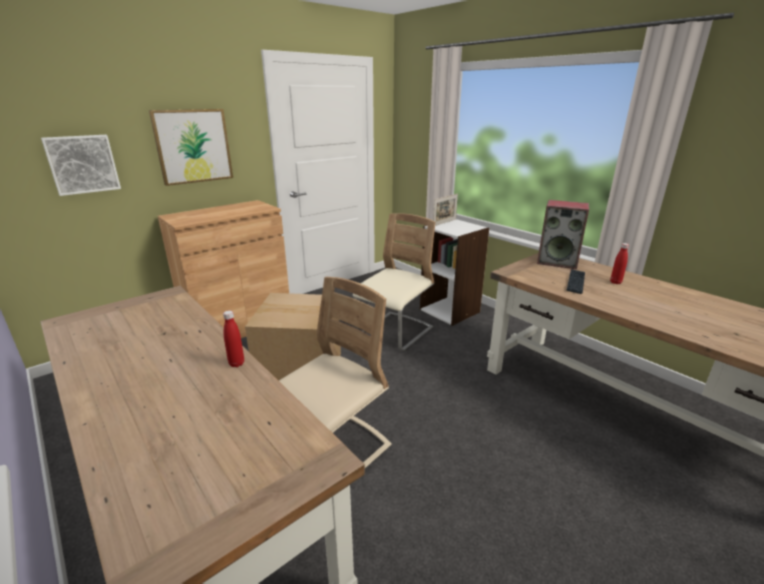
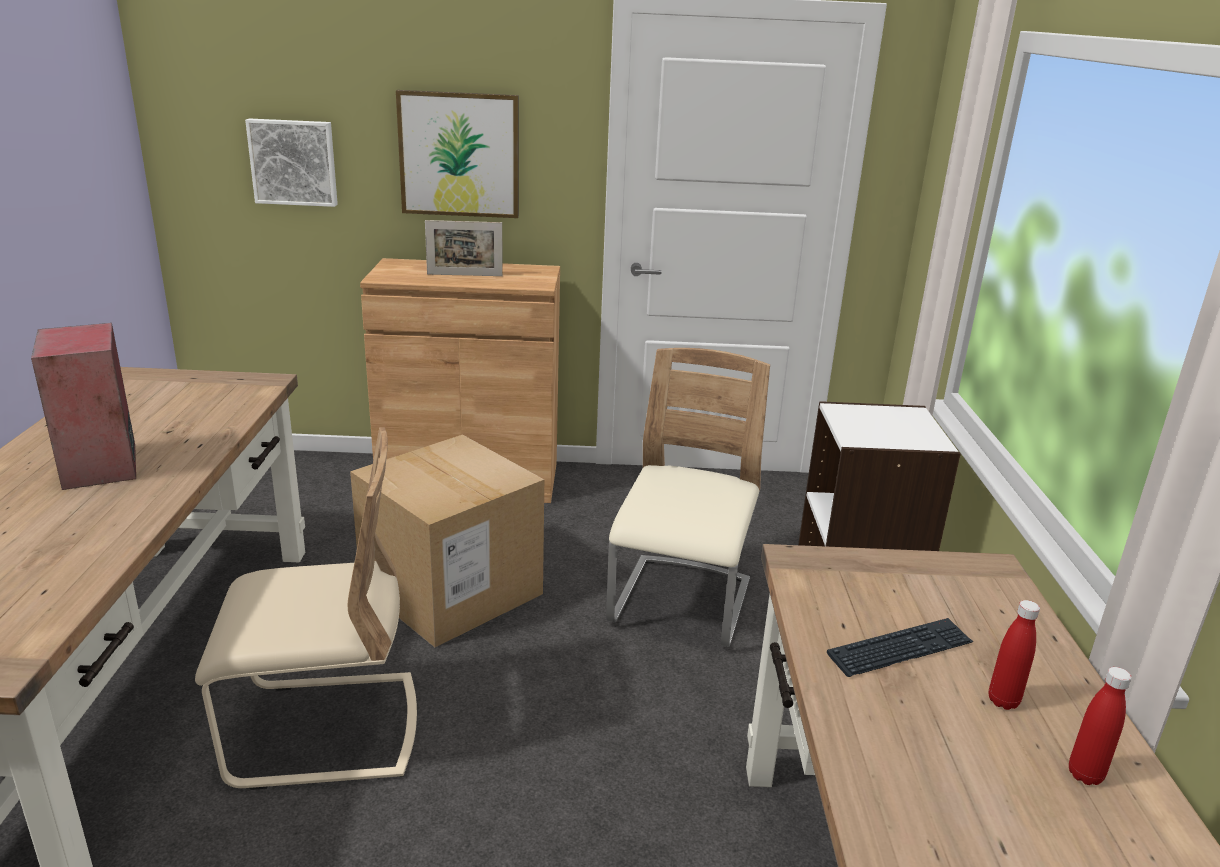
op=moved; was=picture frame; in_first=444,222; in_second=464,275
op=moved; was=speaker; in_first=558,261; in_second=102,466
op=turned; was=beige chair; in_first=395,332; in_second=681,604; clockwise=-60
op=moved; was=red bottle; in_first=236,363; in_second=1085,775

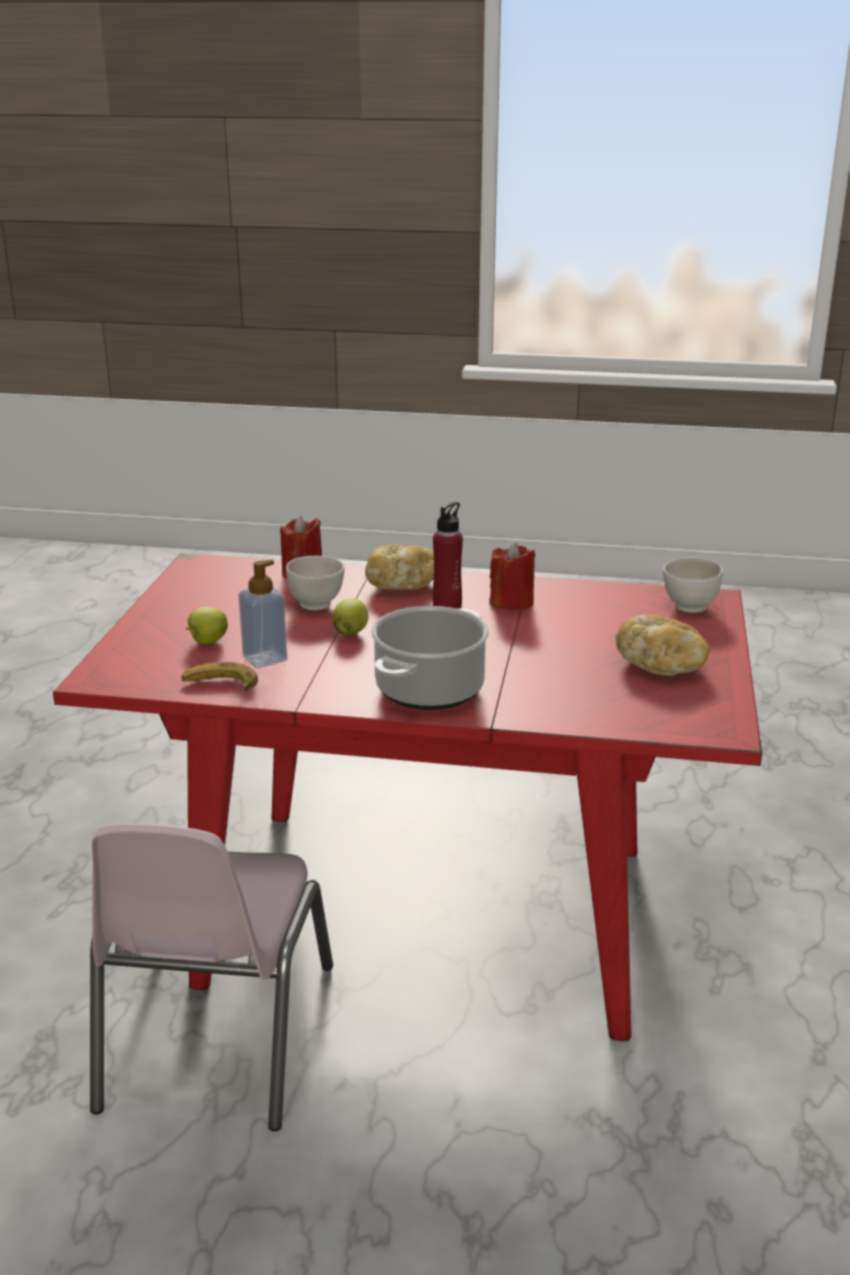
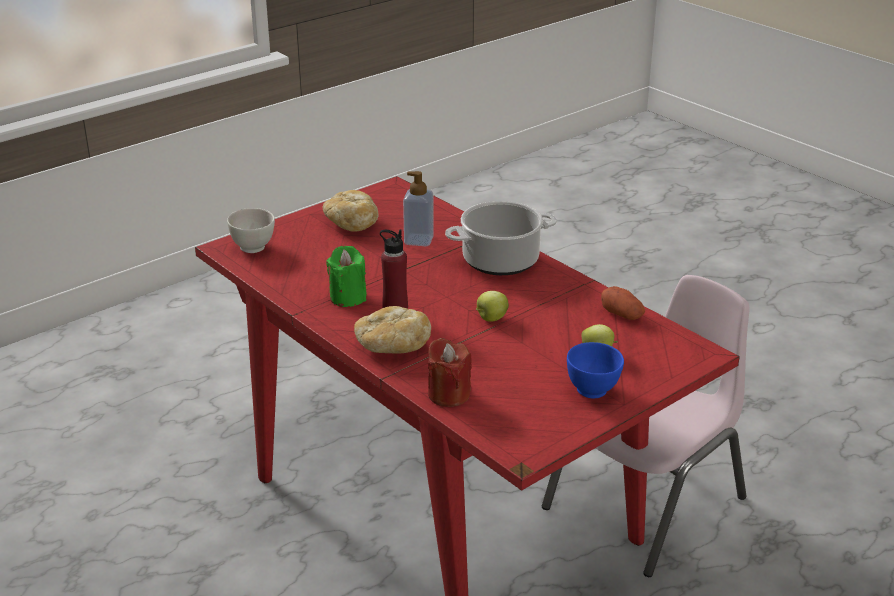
op=recoloured; was=red candle; now=green candle; in_first=512,602; in_second=348,297
op=removed; was=white bowl; in_first=316,604
op=moved; was=soap dispenser; in_first=265,658; in_second=418,240
op=replaced; was=banana; now=potato; in_first=220,684; in_second=622,314
op=added; now=blue bowl; in_second=593,391

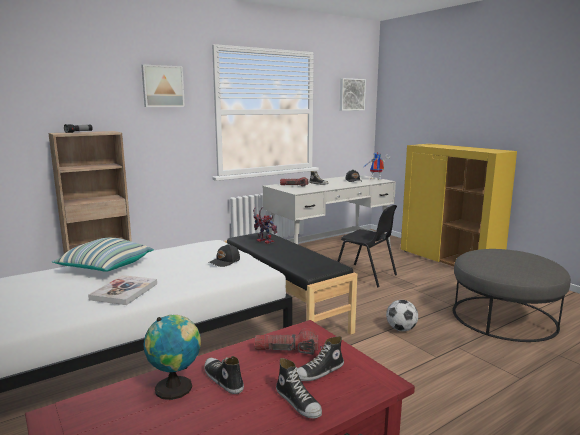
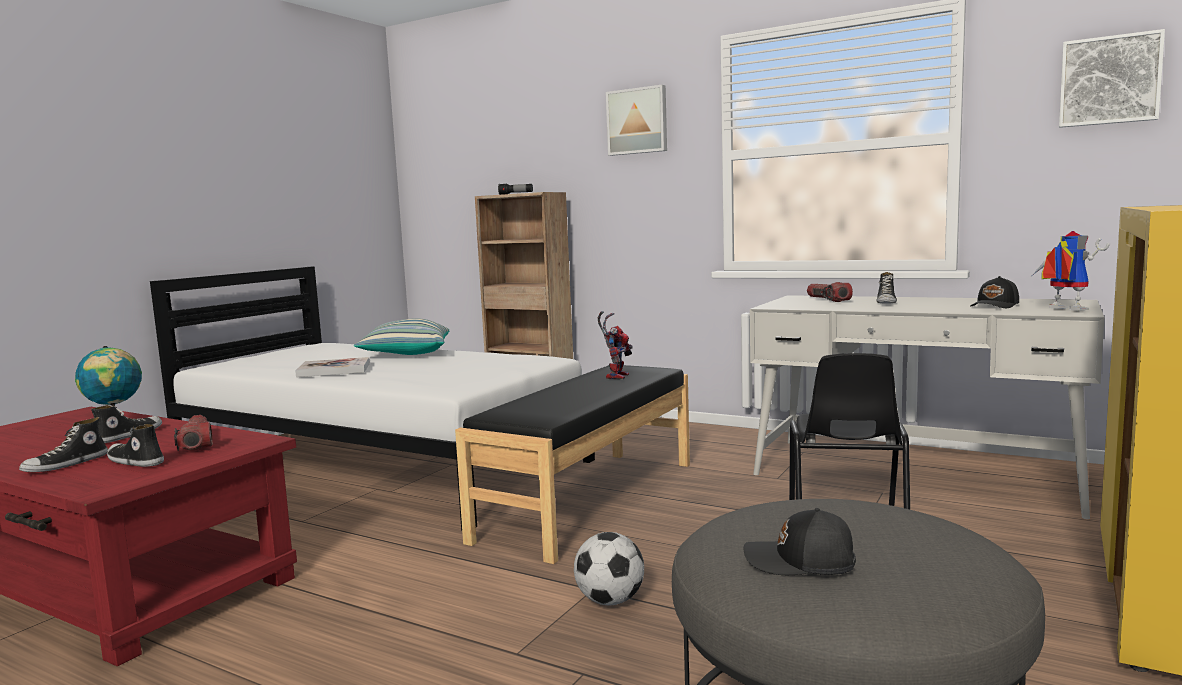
op=moved; was=black cap; in_first=225,262; in_second=800,562

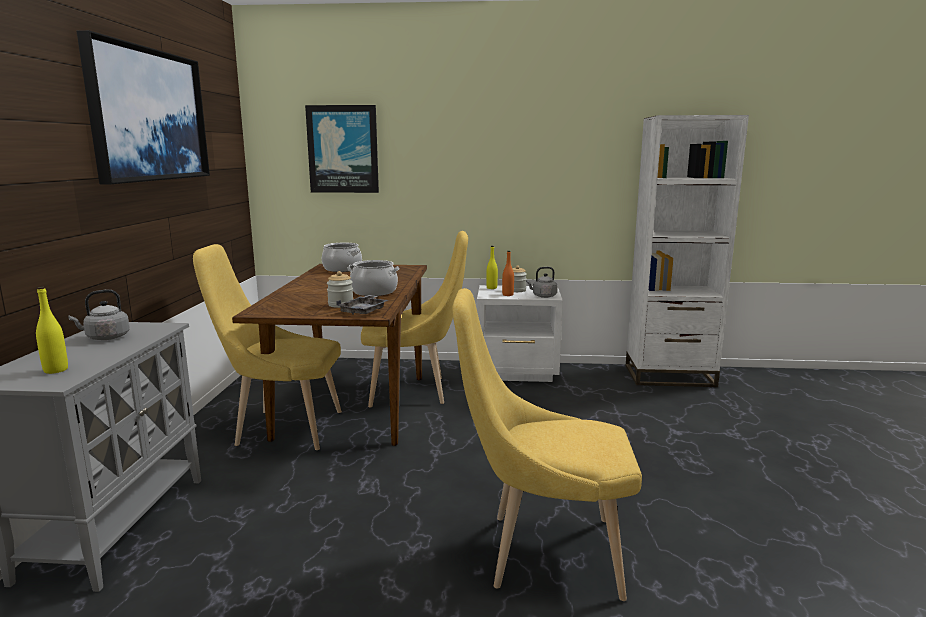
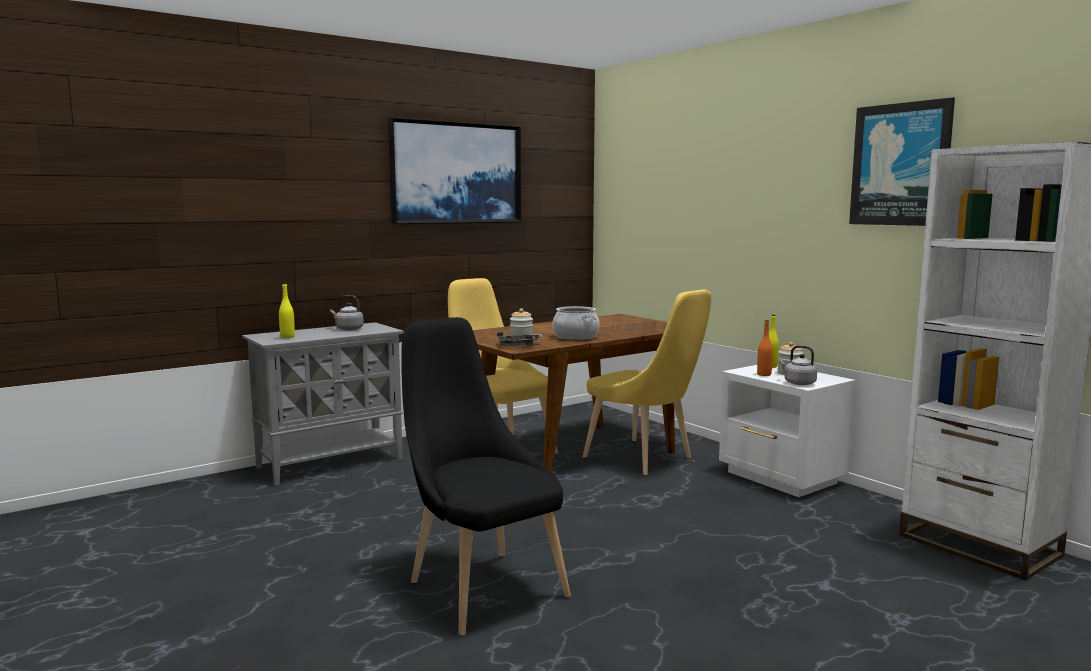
op=moved; was=picture; in_first=343,149; in_second=900,164
op=removed; was=cooking pot; in_first=342,269
op=recoloured; was=yellow chair; now=black chair; in_first=543,553; in_second=480,585

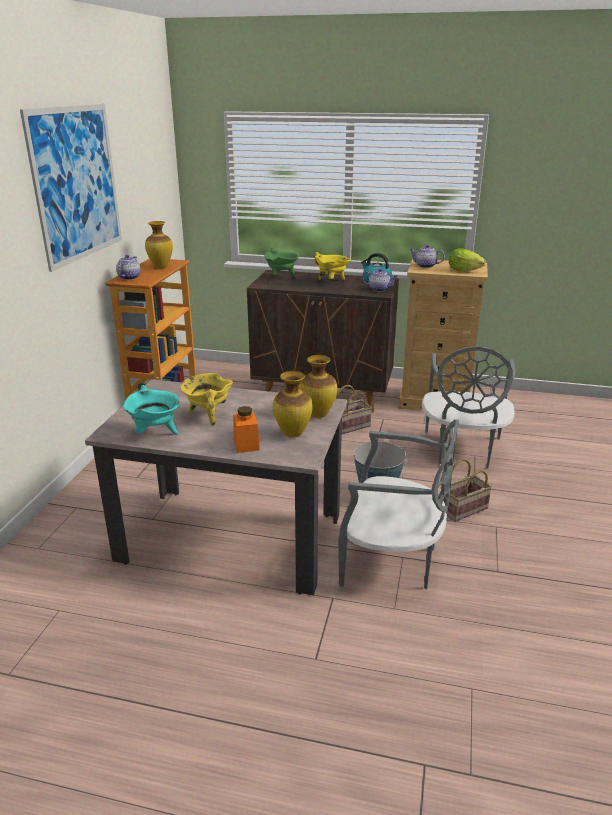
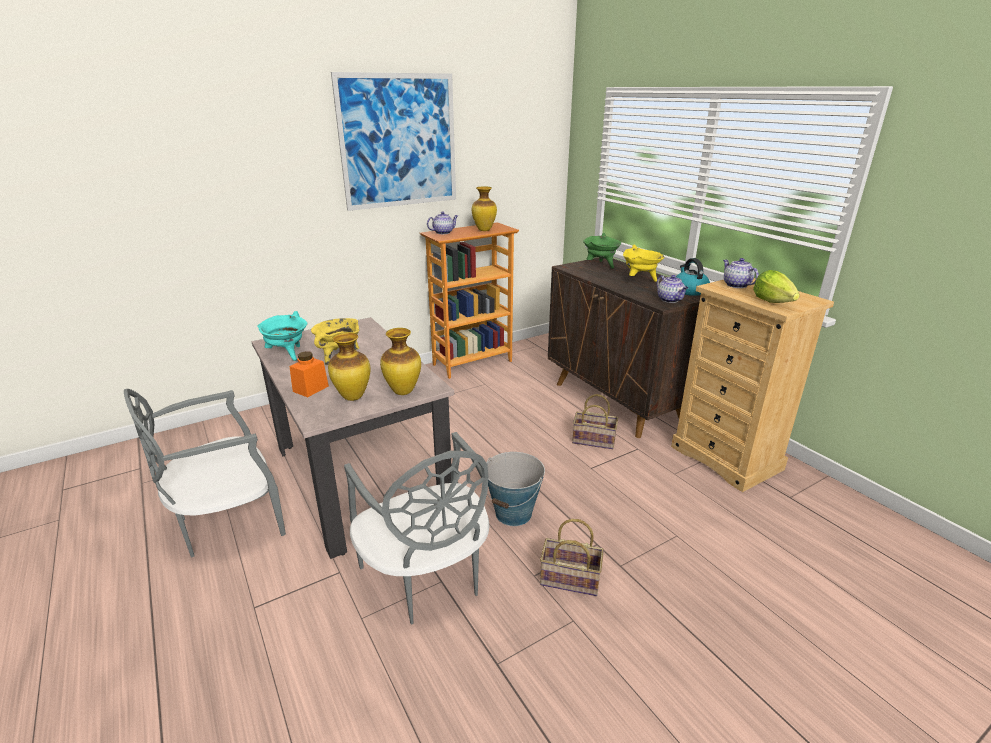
op=moved; was=grey chair; in_first=462,450; in_second=228,522

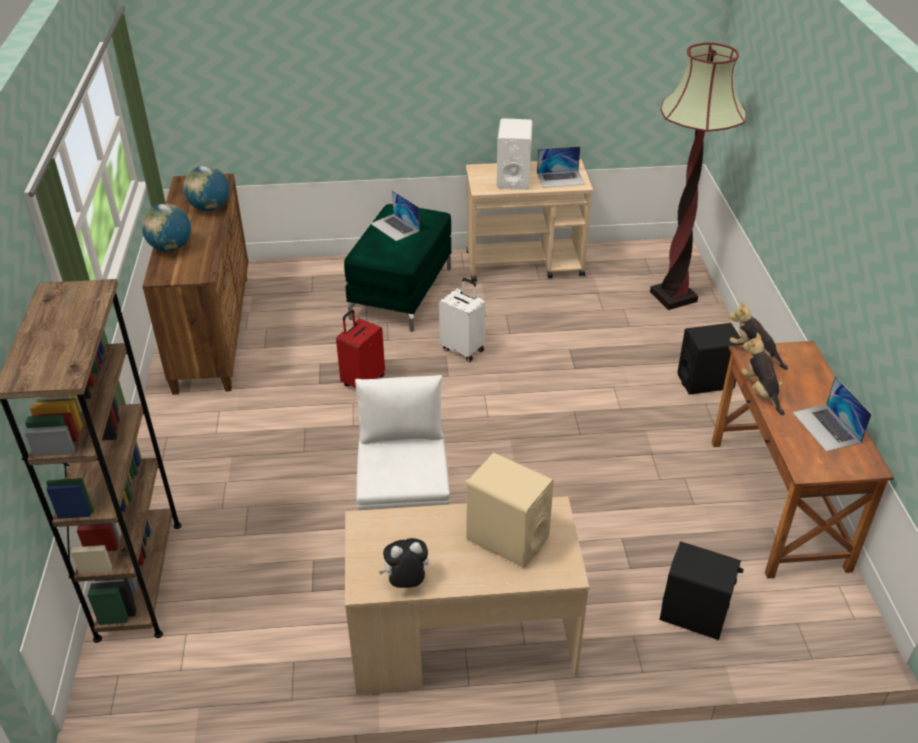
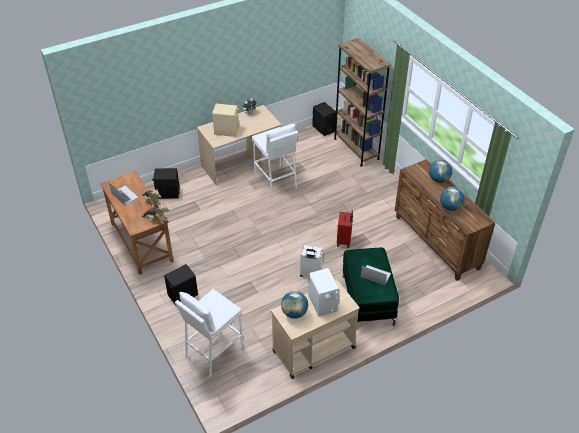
op=replaced; was=floor lamp; now=white stool; in_first=673,297; in_second=214,352
op=replaced; was=laptop; now=globe; in_first=560,179; in_second=294,313
op=added; now=black speaker; in_second=323,128

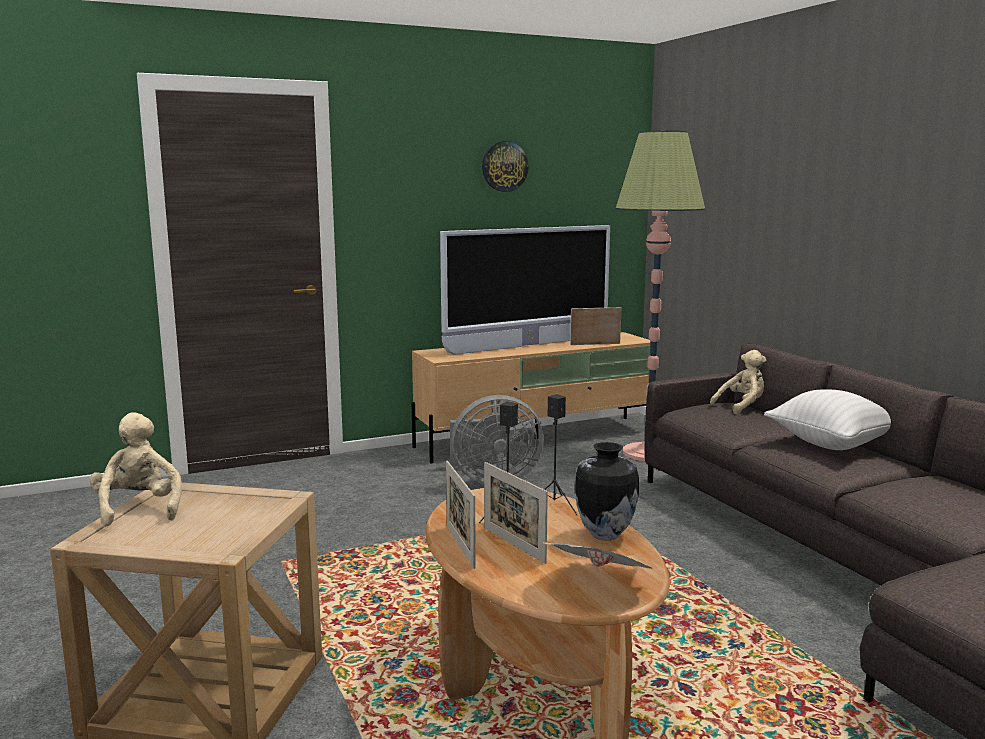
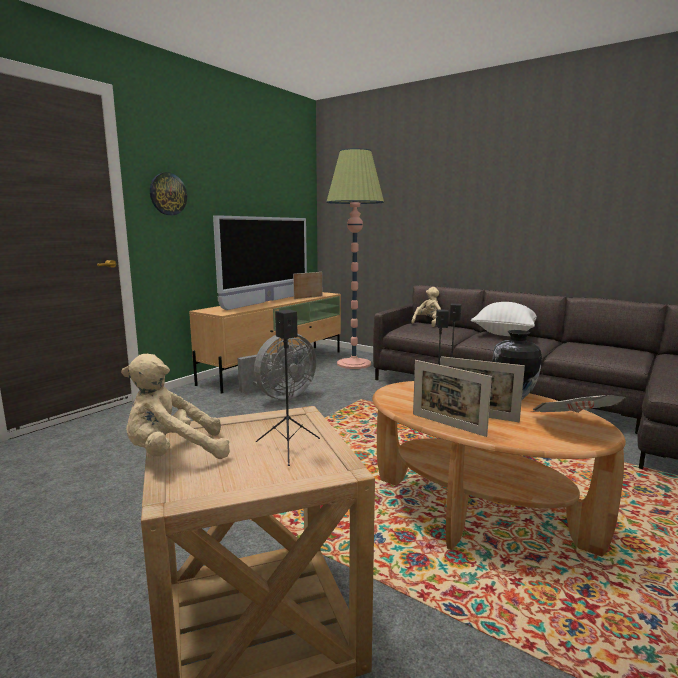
op=moved; was=wall clock; in_first=504,166; in_second=168,194
op=turned; was=beige plush toy; in_first=139,509; in_second=174,455; clockwise=-60
op=added; now=black speaker; in_second=288,448

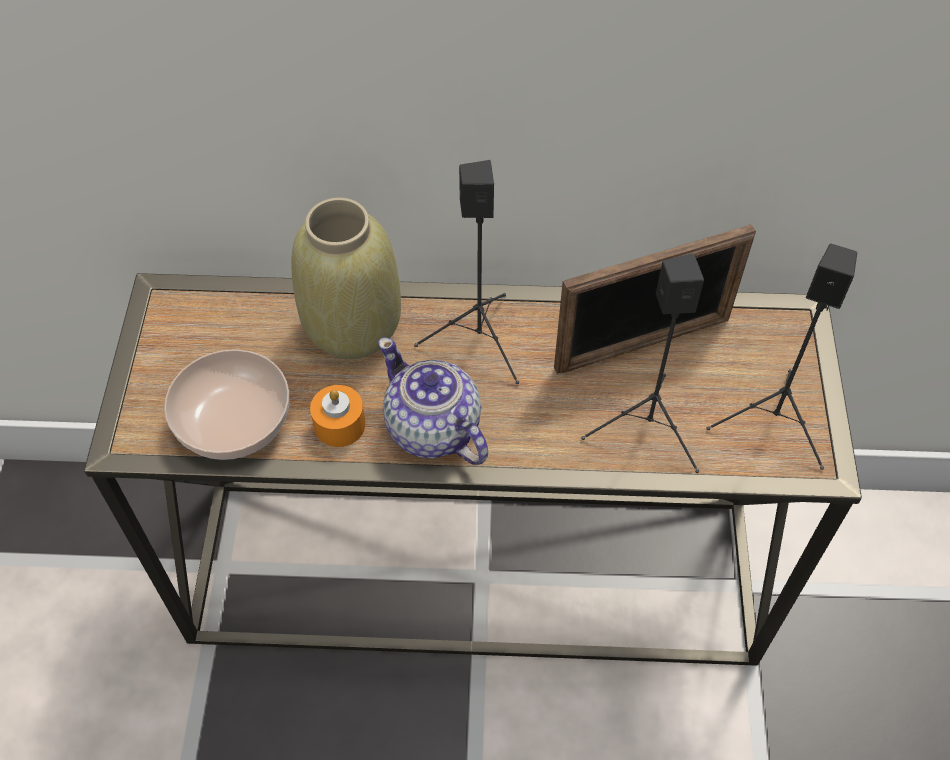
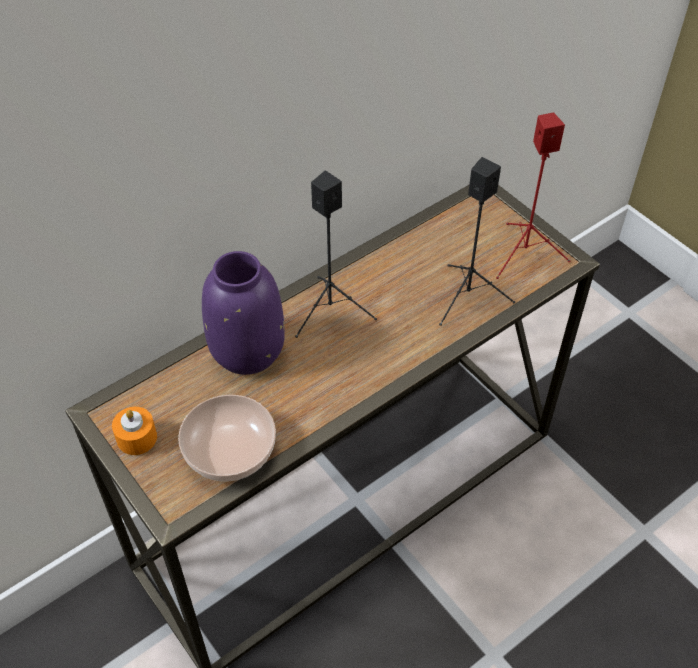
op=recoloured; was=beige vase; now=purple vase; in_first=351,326; in_second=246,350
op=removed; was=picture frame; in_first=643,344
op=recoloured; was=black speaker; now=red speaker; in_first=774,422; in_second=525,253
op=removed; was=teapot; in_first=433,429
op=moved; was=orange candle; in_first=339,425; in_second=137,438

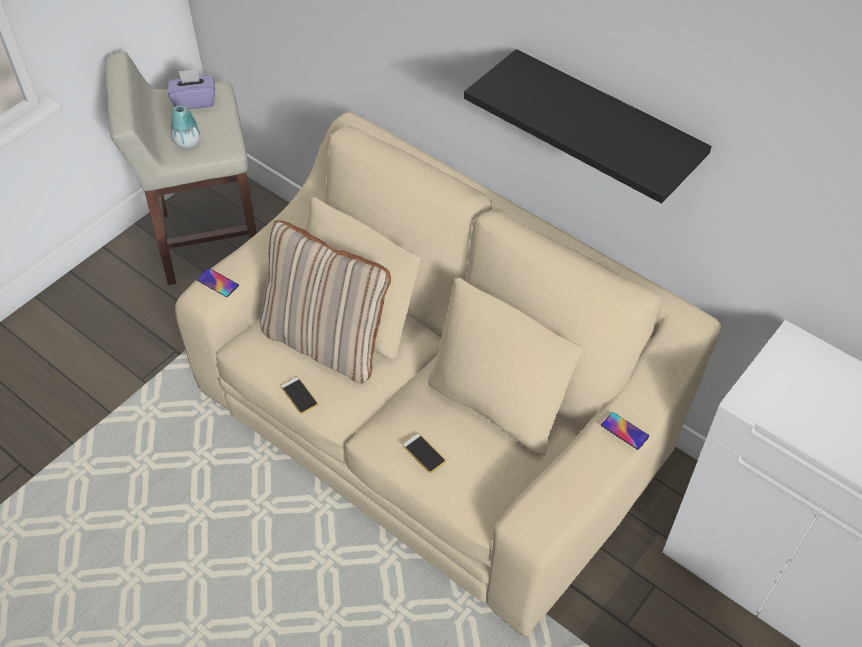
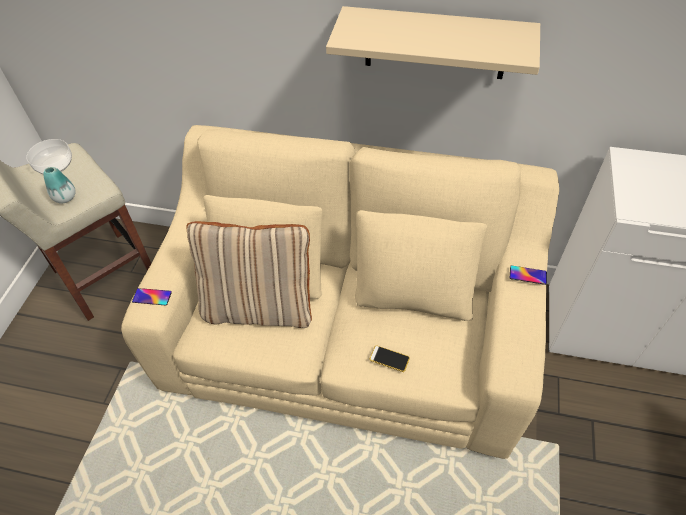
op=recoloured; was=black shelf; now=beige shelf; in_first=604,124; in_second=435,43
op=replaced; was=purple tissue box; now=bowl; in_first=194,101; in_second=54,165
op=removed; was=phone; in_first=299,395

